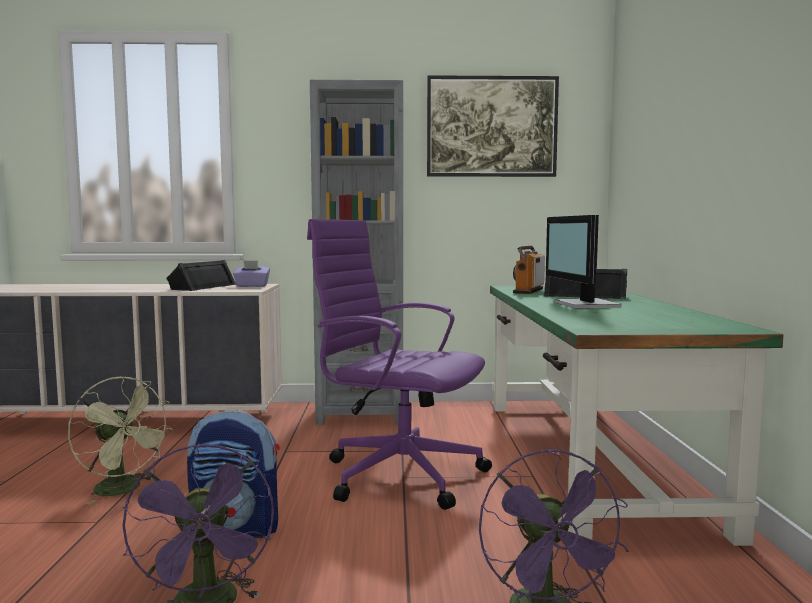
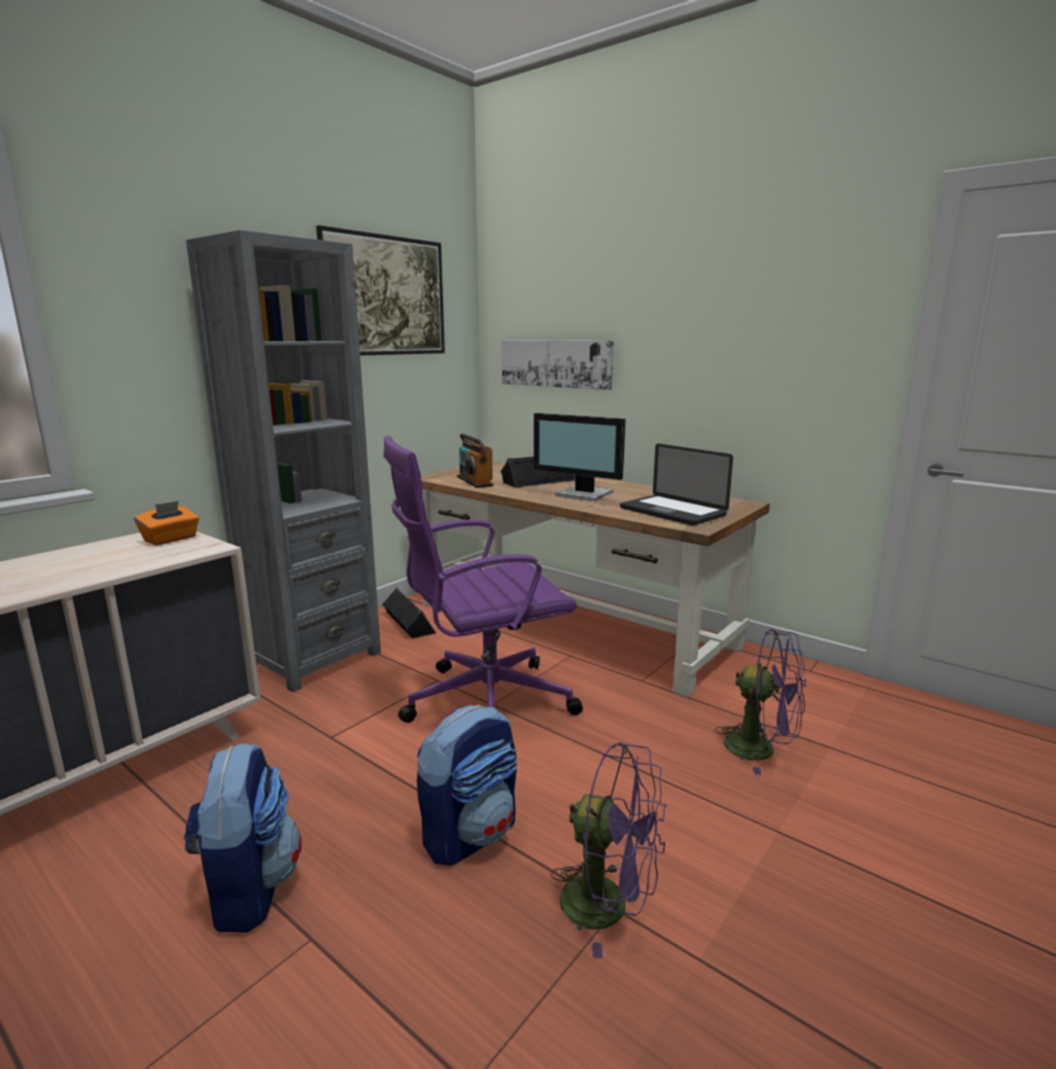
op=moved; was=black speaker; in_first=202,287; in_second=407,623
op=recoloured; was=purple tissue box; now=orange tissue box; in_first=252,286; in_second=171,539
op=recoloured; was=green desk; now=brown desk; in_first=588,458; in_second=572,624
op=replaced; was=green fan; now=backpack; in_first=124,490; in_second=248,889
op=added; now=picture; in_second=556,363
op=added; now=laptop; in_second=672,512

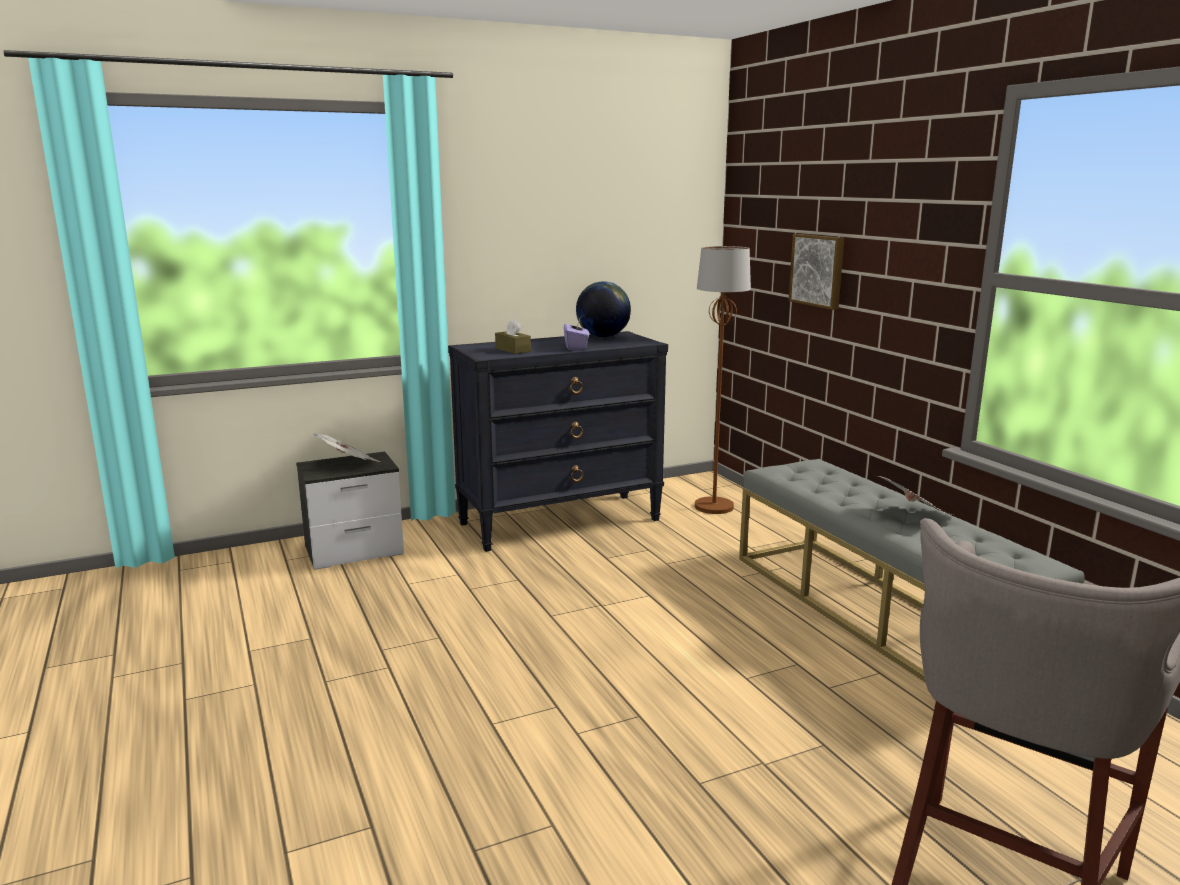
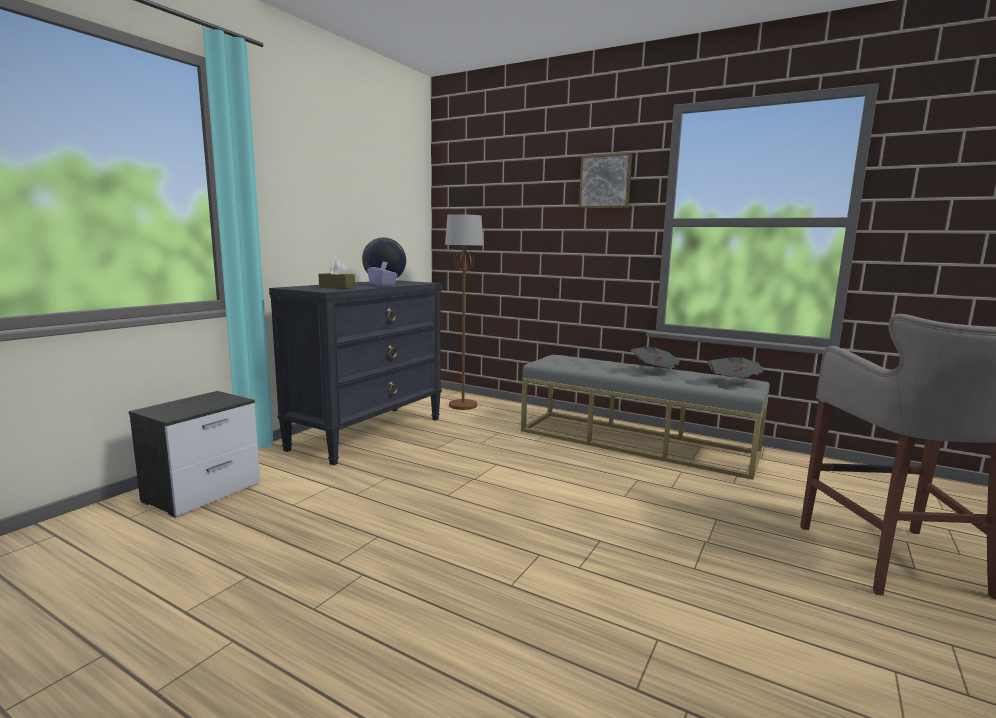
op=moved; was=picture; in_first=818,270; in_second=605,181
op=moved; was=newspaper; in_first=347,464; in_second=733,382

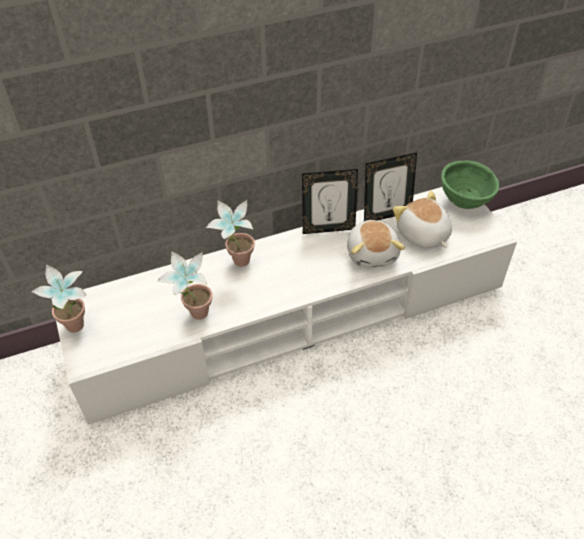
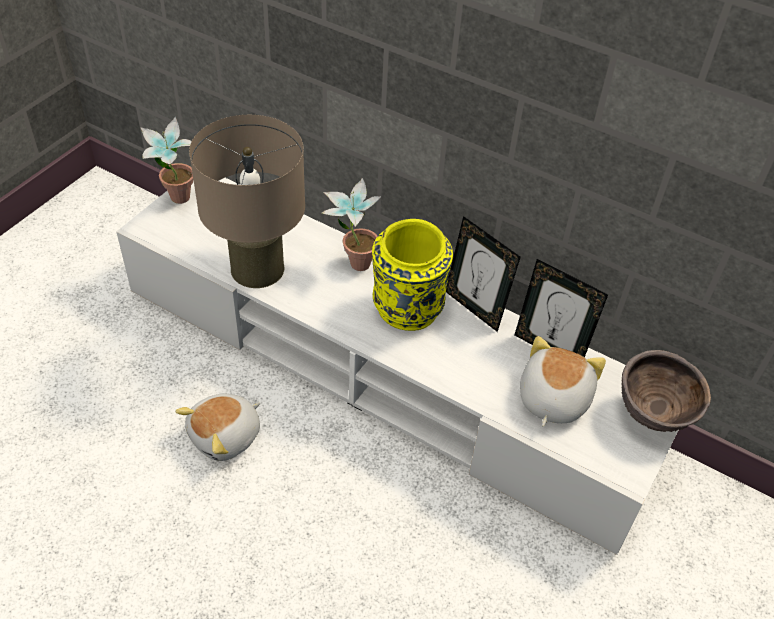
op=recoloured; was=green bowl; now=brown bowl; in_first=464,203; in_second=652,415
op=moved; was=plush toy; in_first=372,253; in_second=226,436
op=replaced; was=potted plant; now=beige table lamp; in_first=194,316; in_second=257,269
op=added; now=yellow vase; in_second=407,310

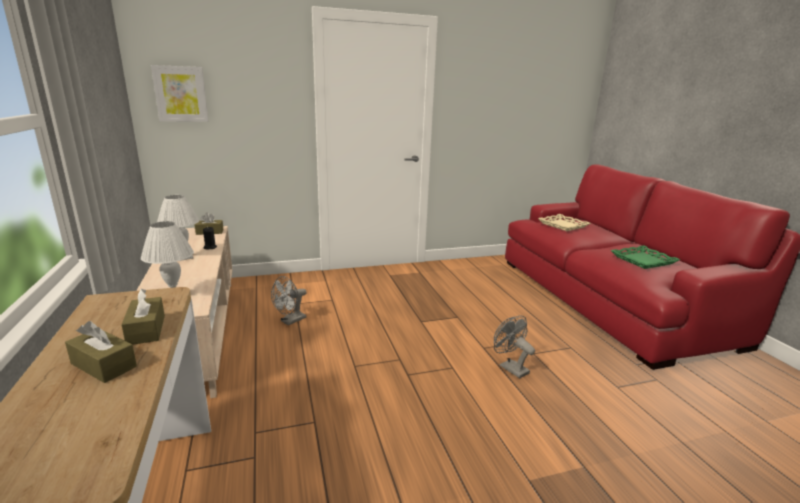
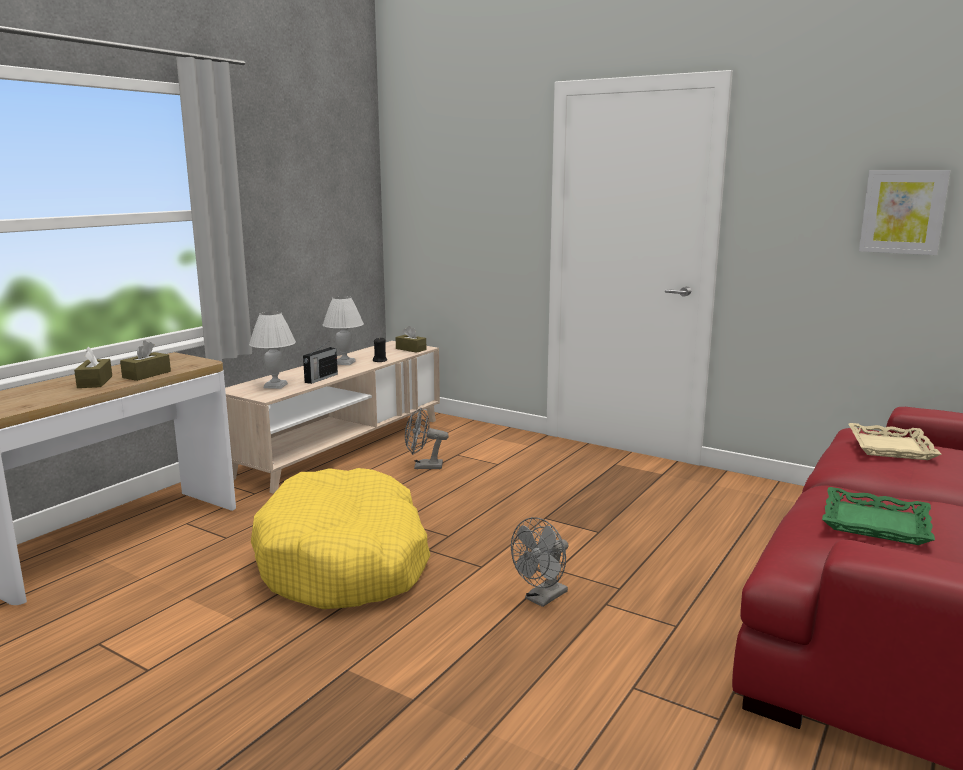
op=moved; was=picture; in_first=181,94; in_second=903,211
op=turned; was=grey fan; in_first=510,367; in_second=542,598; clockwise=-150
op=added; now=radio; in_second=320,378
op=added; now=yellow dog bed; in_second=345,561

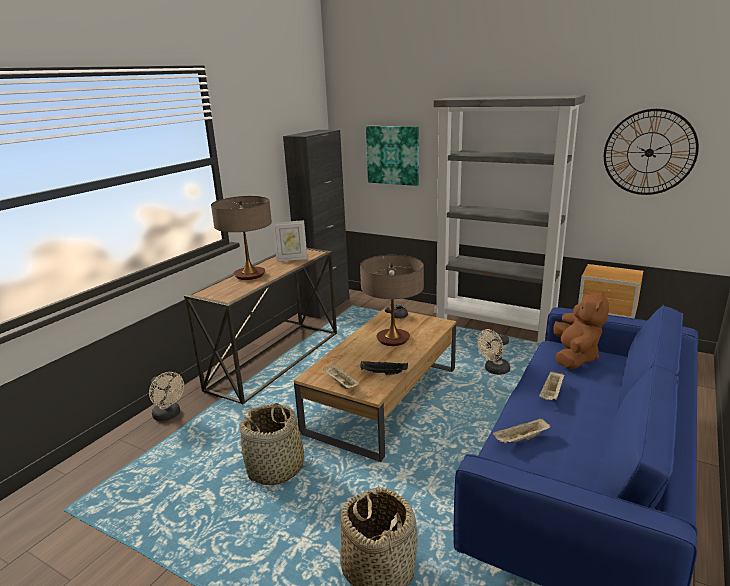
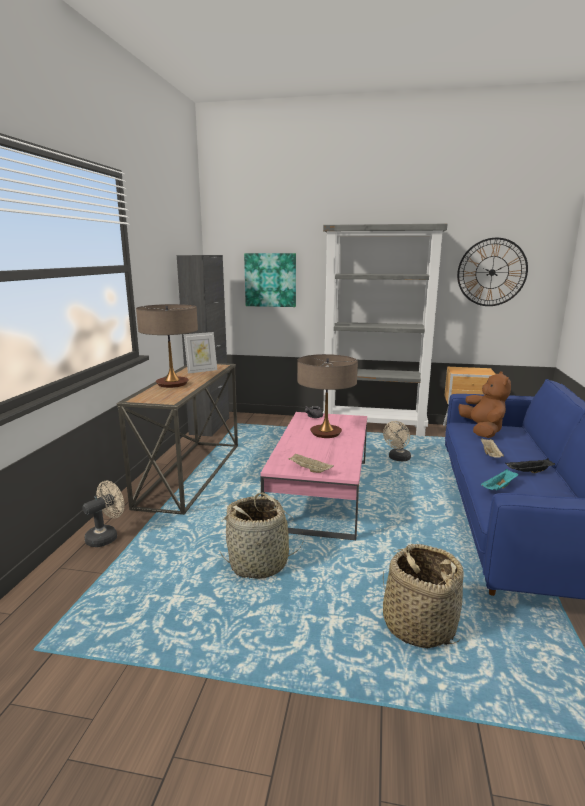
op=recoloured; was=brown coffee table; now=pink coffee table; in_first=383,399; in_second=320,492
op=moved; was=black tray; in_first=383,373; in_second=529,472
op=turned; was=beige fan; in_first=169,415; in_second=106,536; clockwise=-75
op=recoloured; was=beige tray; now=turquoise tray; in_first=521,439; in_second=499,488

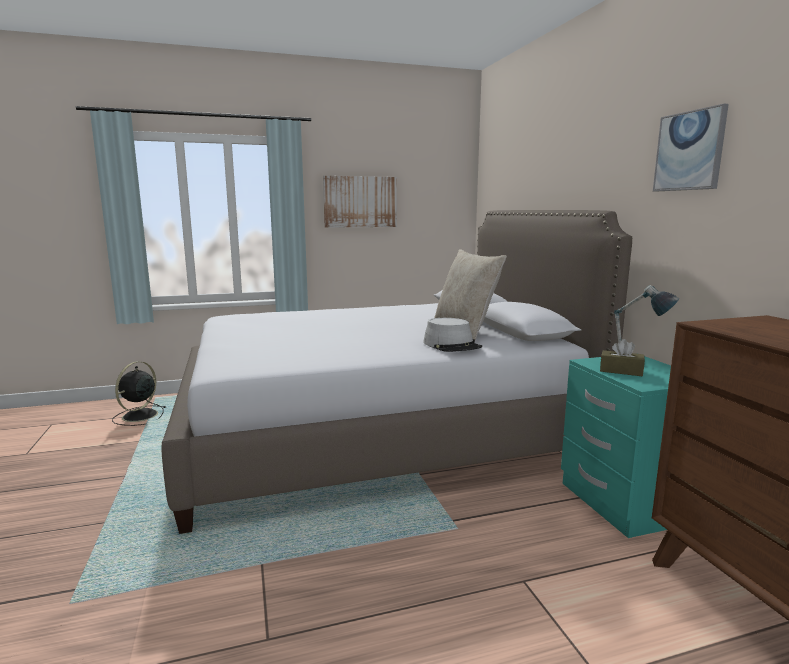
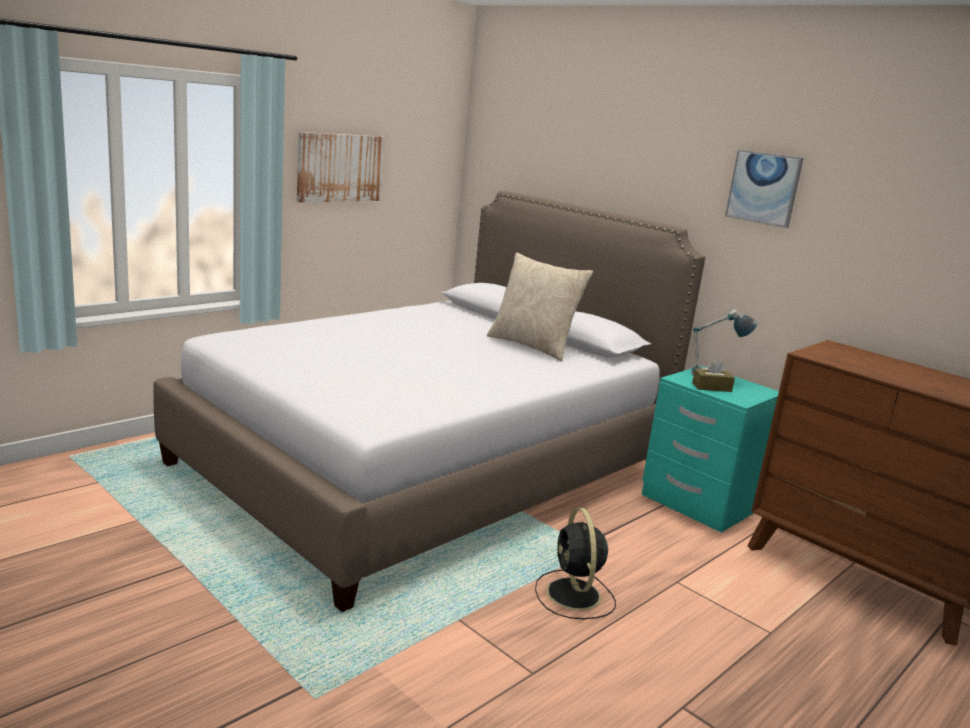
op=removed; was=grey hat; in_first=452,345
op=moved; was=black fan; in_first=139,416; in_second=574,596

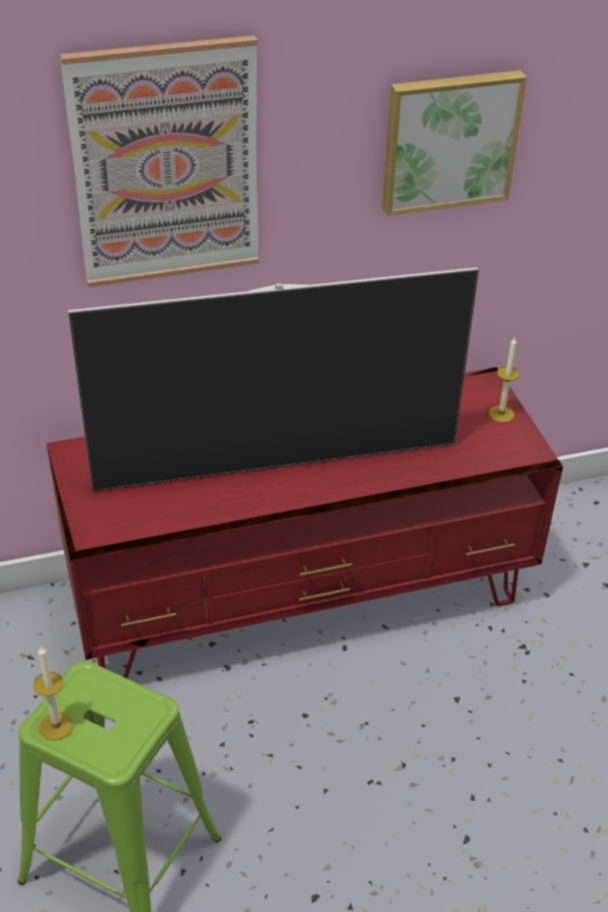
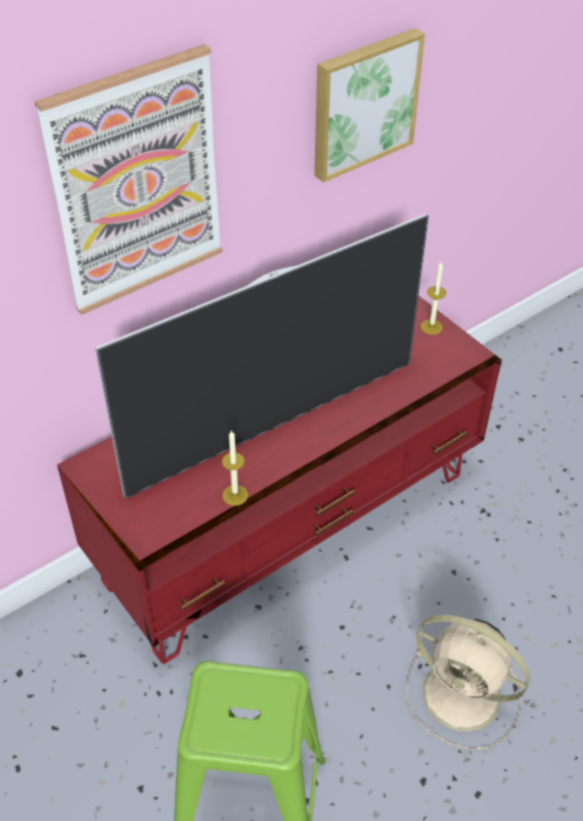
op=moved; was=candle; in_first=56,726; in_second=235,495
op=added; now=beige fan; in_second=464,697

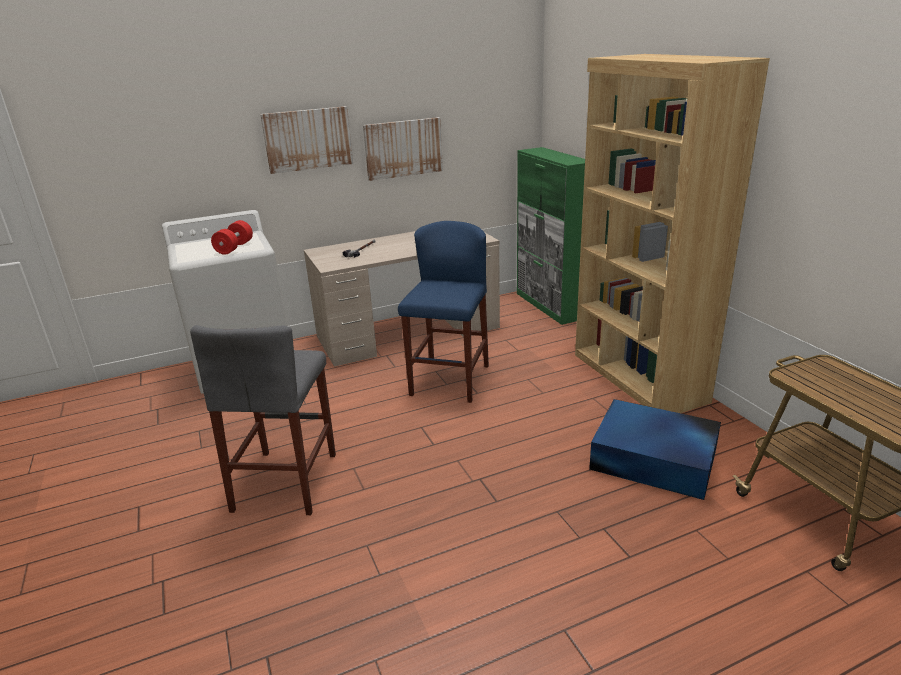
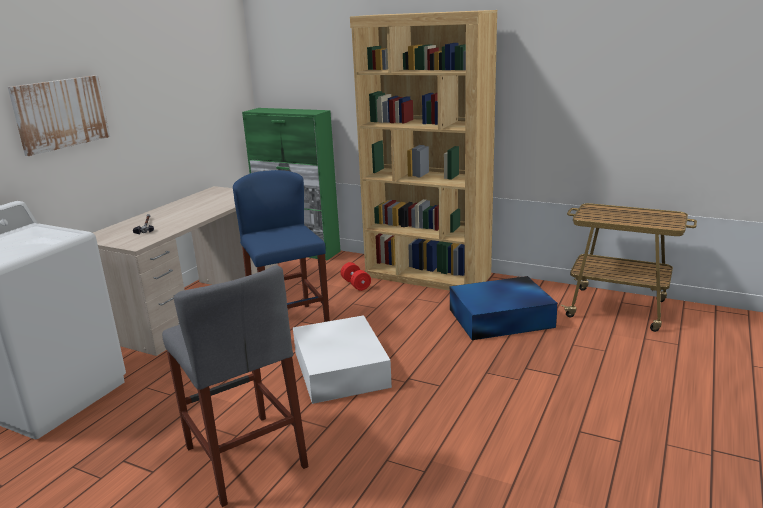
op=removed; was=picture; in_first=403,148
op=moved; was=red dumbbell; in_first=234,248; in_second=356,284
op=added; now=white storage box; in_second=341,368

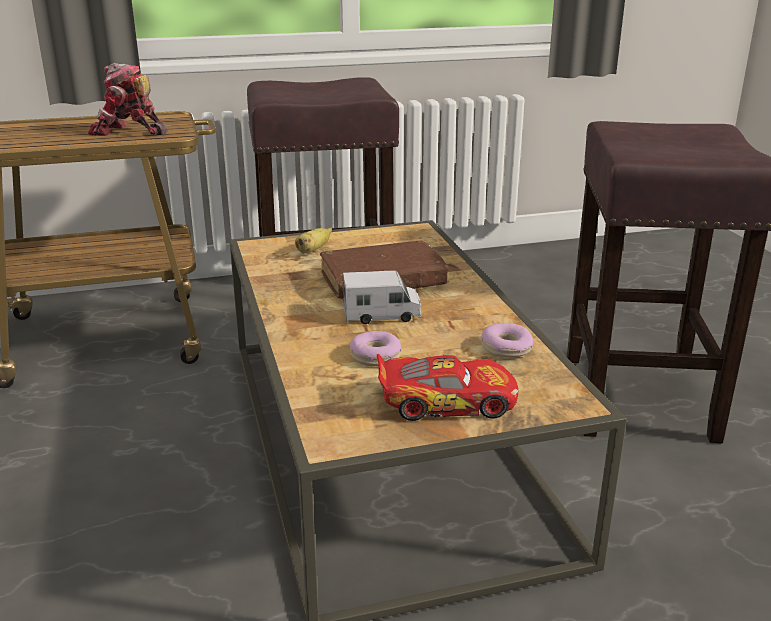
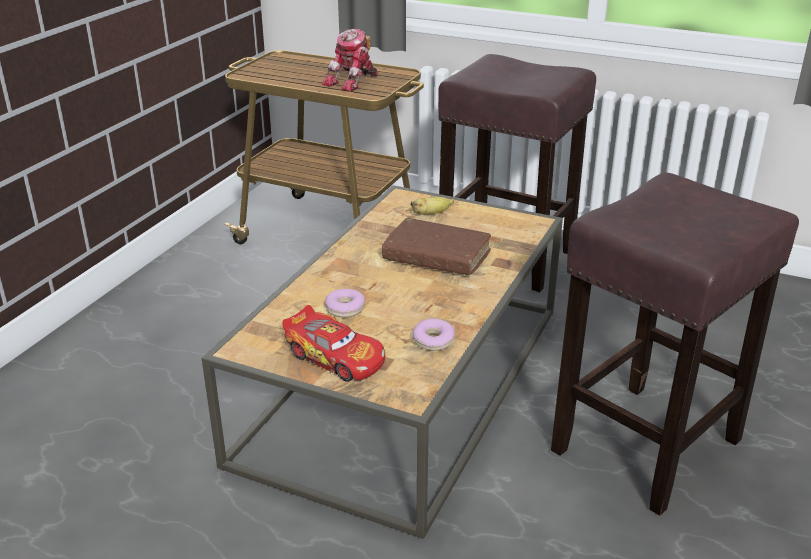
op=turned; was=toy robot; in_first=129,132; in_second=353,82; clockwise=-105
op=removed; was=toy truck; in_first=381,315

